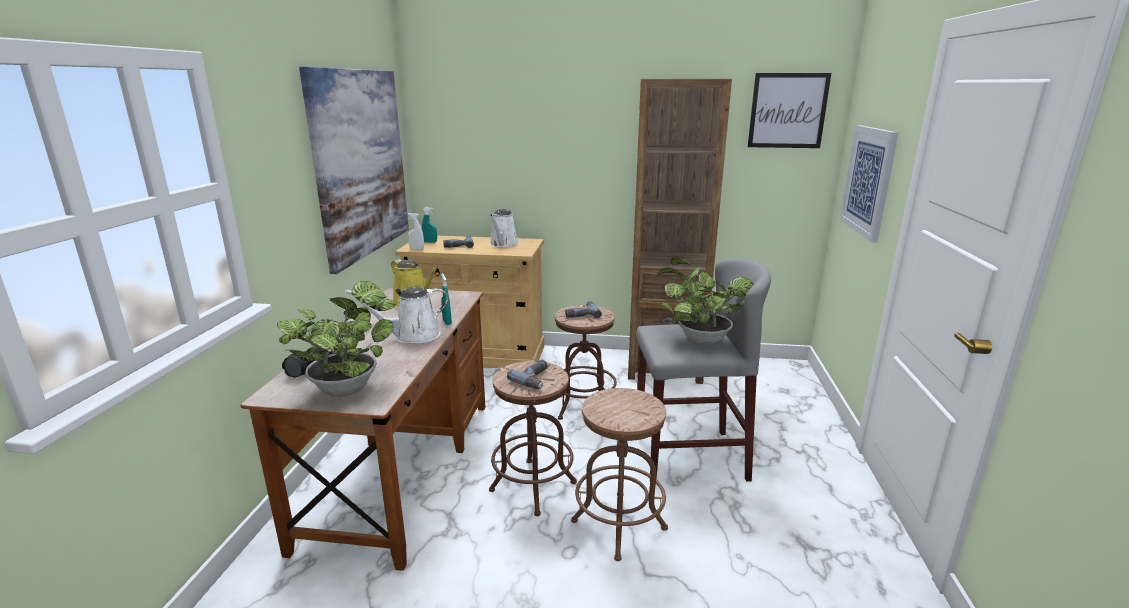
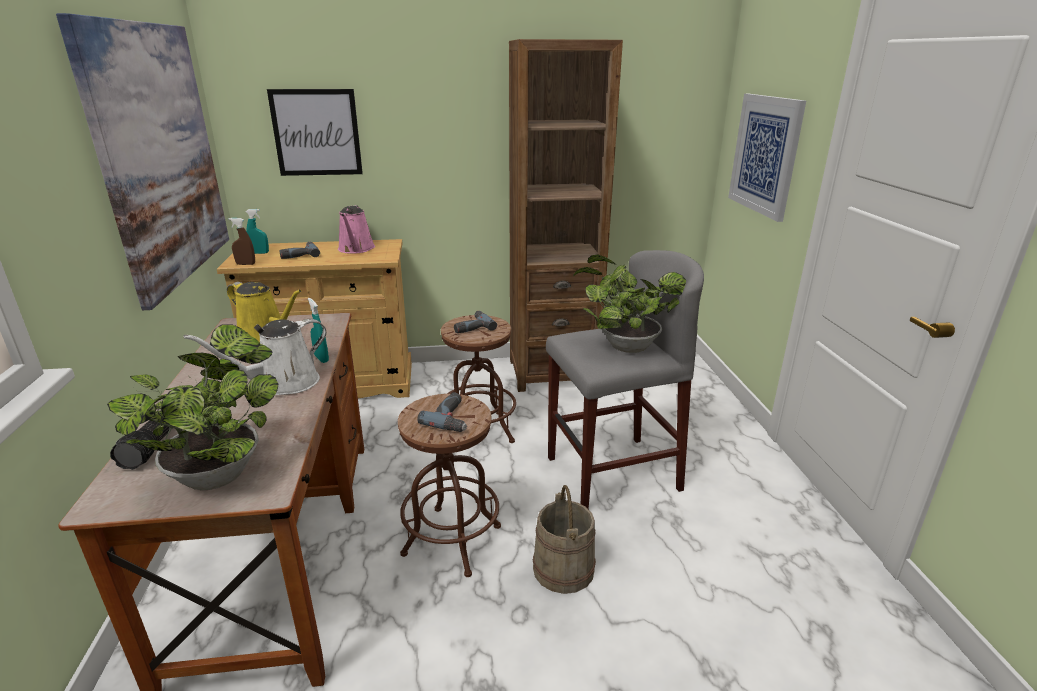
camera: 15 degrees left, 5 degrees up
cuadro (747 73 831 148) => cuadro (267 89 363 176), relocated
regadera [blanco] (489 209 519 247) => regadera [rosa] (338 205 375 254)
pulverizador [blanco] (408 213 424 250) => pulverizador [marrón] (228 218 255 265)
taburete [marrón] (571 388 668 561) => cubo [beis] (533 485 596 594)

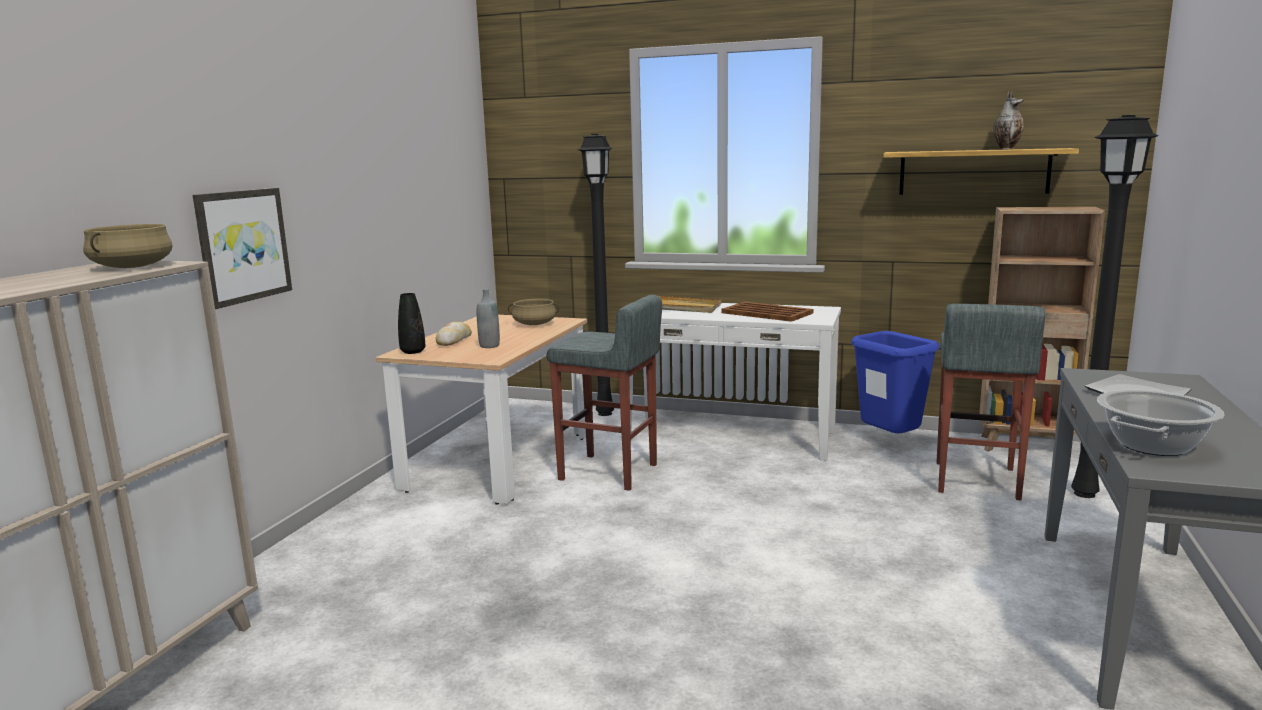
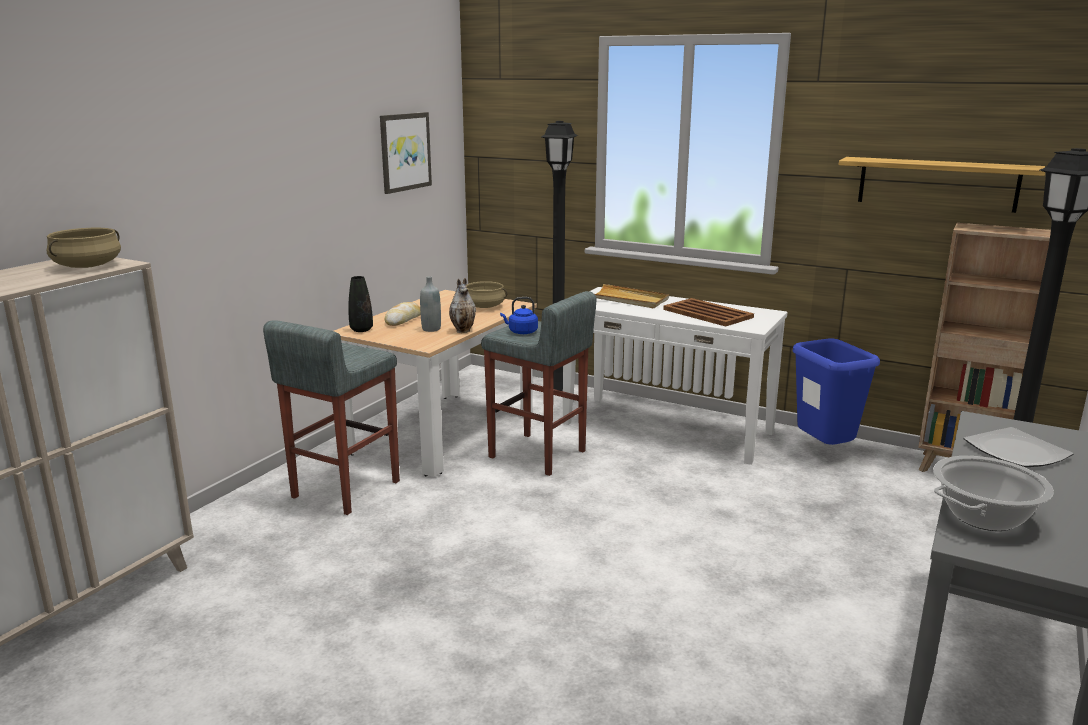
camera: 10 degrees right, 5 degrees up
florero (993 91 1024 150) => florero (449 278 476 333), relocated
cuadro (193 188 292 309) => cuadro (380 112 432 194), relocated
taburete [gris] (937 304 1045 500) => taburete [gris] (263 320 400 515), relocated
nothing => hervidor [azul] (500 297 538 334)

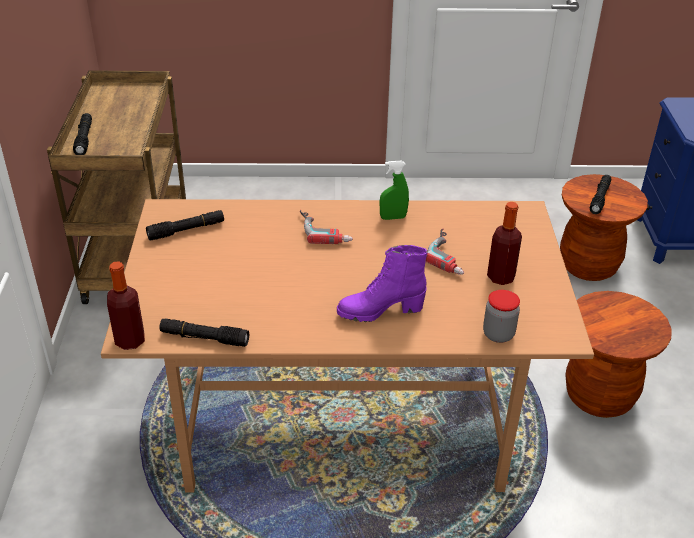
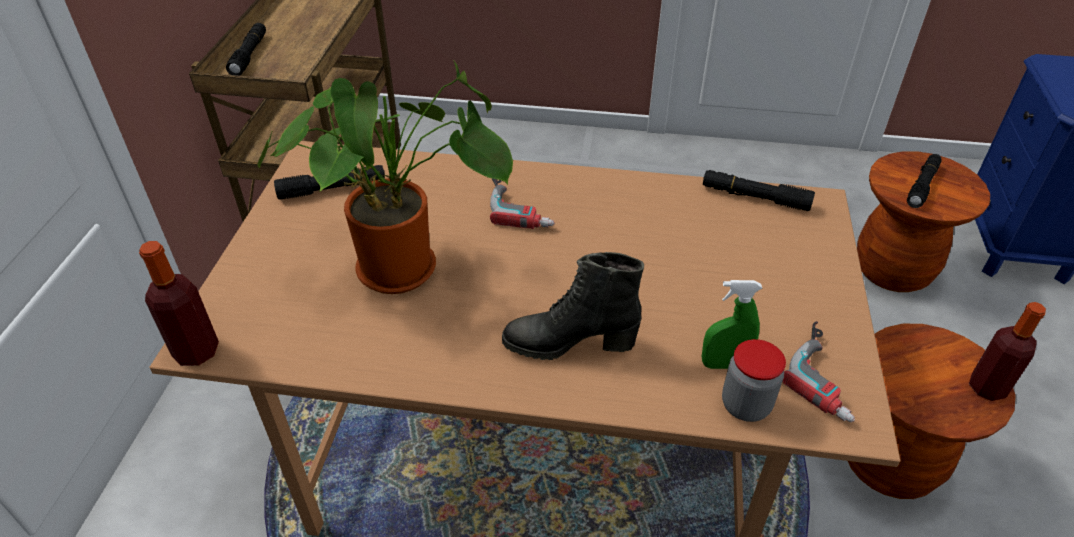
camera: 10 degrees right, 5 degrees up
pulverizador [verde] (380 161 409 220) => pulverizador [verde] (702 280 762 369), relocated
botella (487 202 522 285) => botella (969 302 1046 401), relocated
taladro (425 228 464 275) => taladro (782 321 855 422), relocated
bota [morado] (337 245 428 322) => bota [negro] (502 252 644 360)
linterna [negro] (159 318 249 347) => linterna [negro] (703 170 815 211), relocated
nothing => planta en maceta (257 60 513 294)

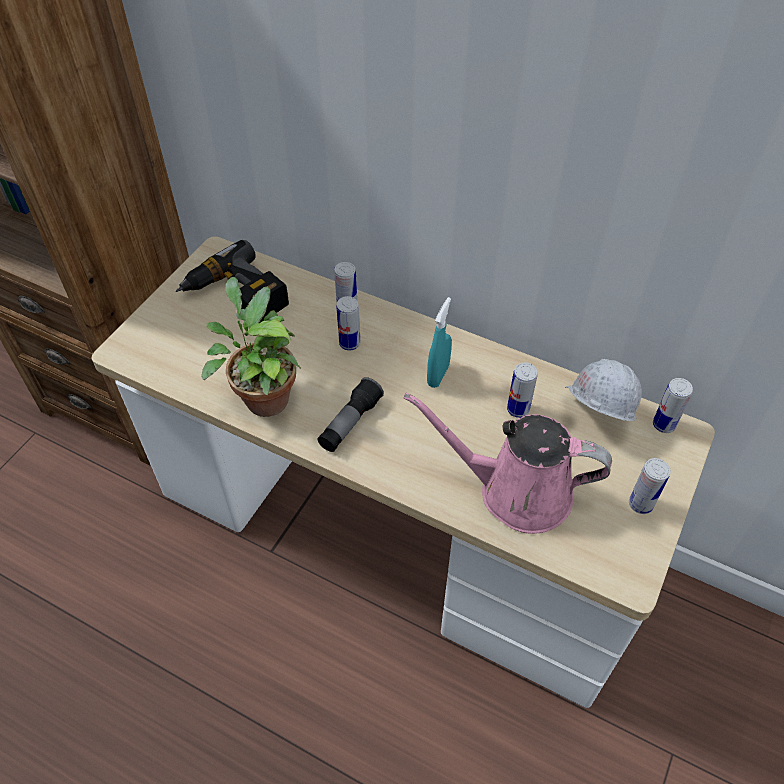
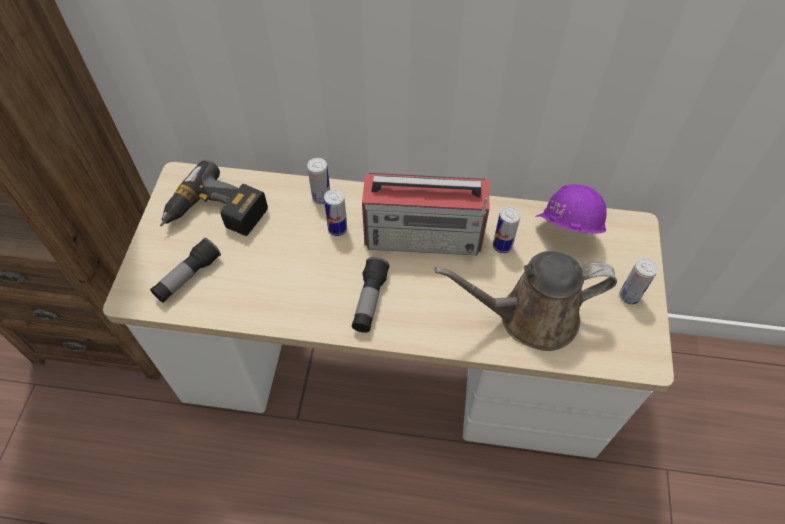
camera: 20 degrees left, 5 degrees up
planta en maceta (201 277 301 417) => nothing
pulverizador [turquesa] (427 297 452 388) => radio (362 173 489 255)
casco [blanco] (565 359 642 421) => casco [morado] (535 184 607 233)
lata (653 378 693 433) => nothing
regadera [rosa] (404 392 612 534) => regadera [marrón] (435 251 617 351)
nothing => linterna (150 238 221 303)

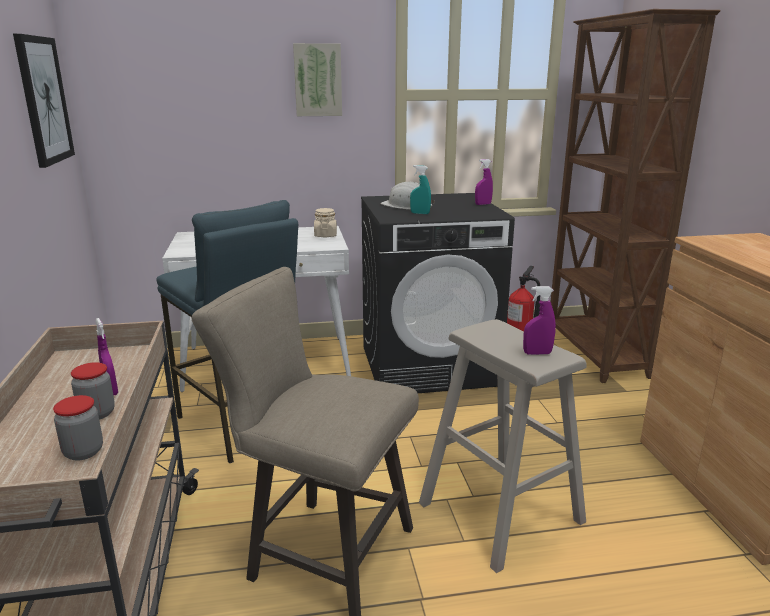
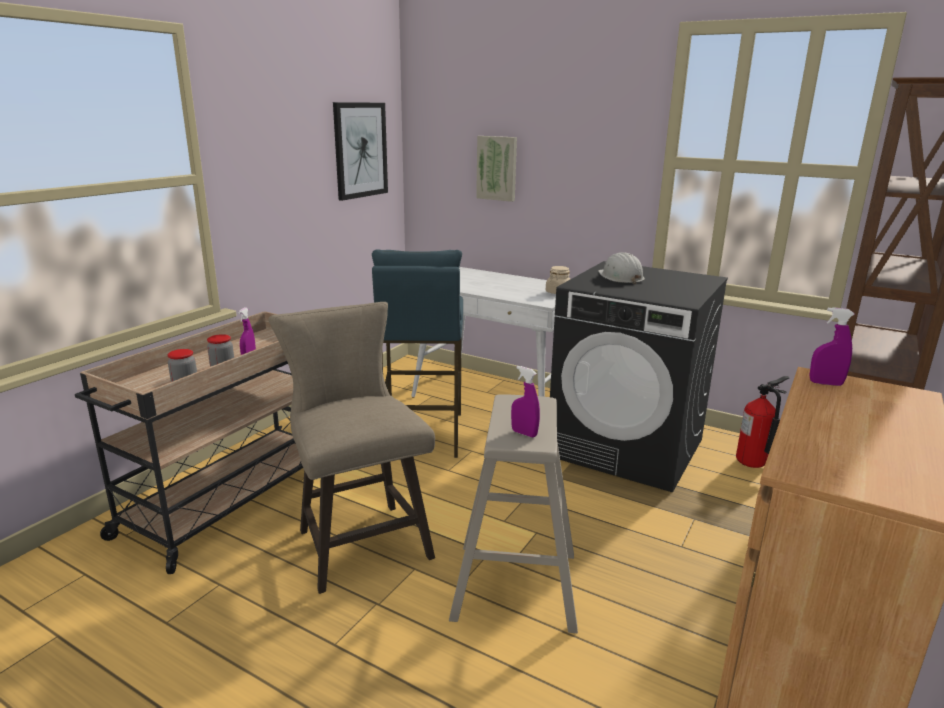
camera: 40 degrees right, 0 degrees up
cuadro (293 43 342 116) => cuadro (476 136 517 202), relocated
pulverizador [morado] (475 159 493 205) => pulverizador [morado] (809 307 855 386), relocated
pulverizador [turquesa] (410 165 431 214) => nothing

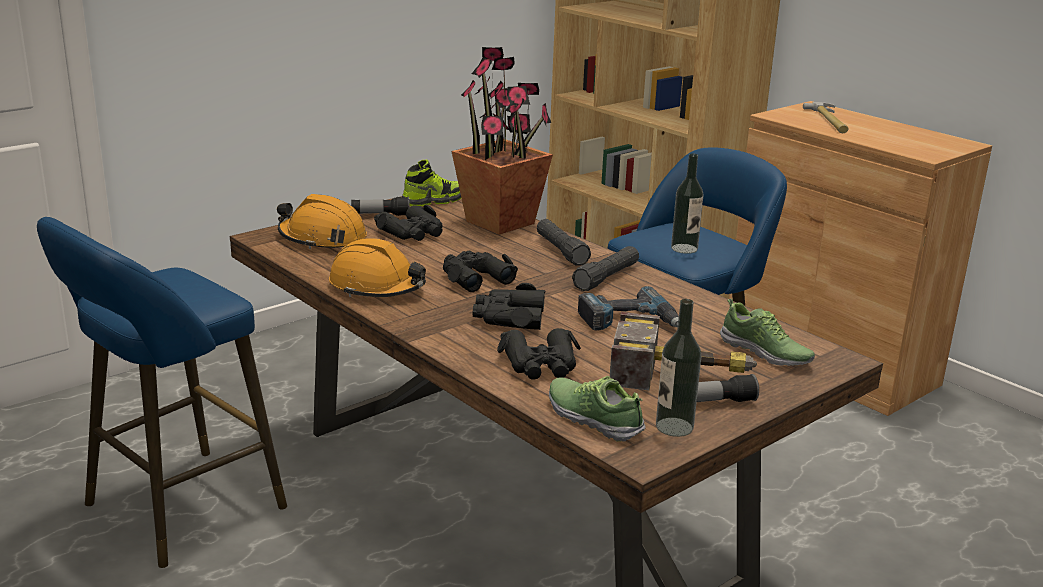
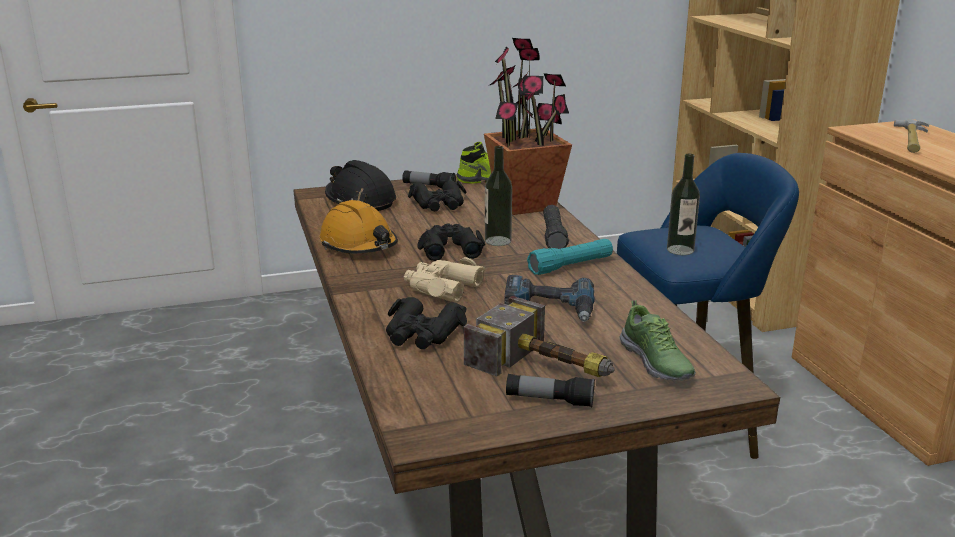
camera: 25 degrees right, 0 degrees up
casco [naranja] (277 194 367 249) => casco [negro] (325 160 396 211)
taburete [azul] (37 217 287 568) => nothing
linterna [negro] (572 246 639 291) => linterna [turquesa] (527 239 613 275)
prismáticos [negro] (473 283 545 330) => prismáticos [beis] (404 257 485 303)
botella (656 299 701 437) => botella (485 146 512 246), relocated
zapato (549 376 646 442) => nothing

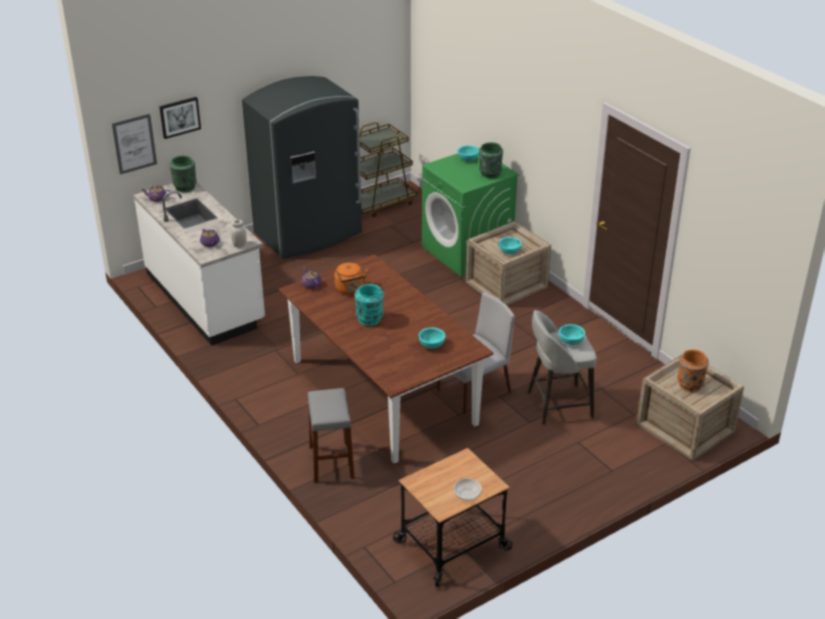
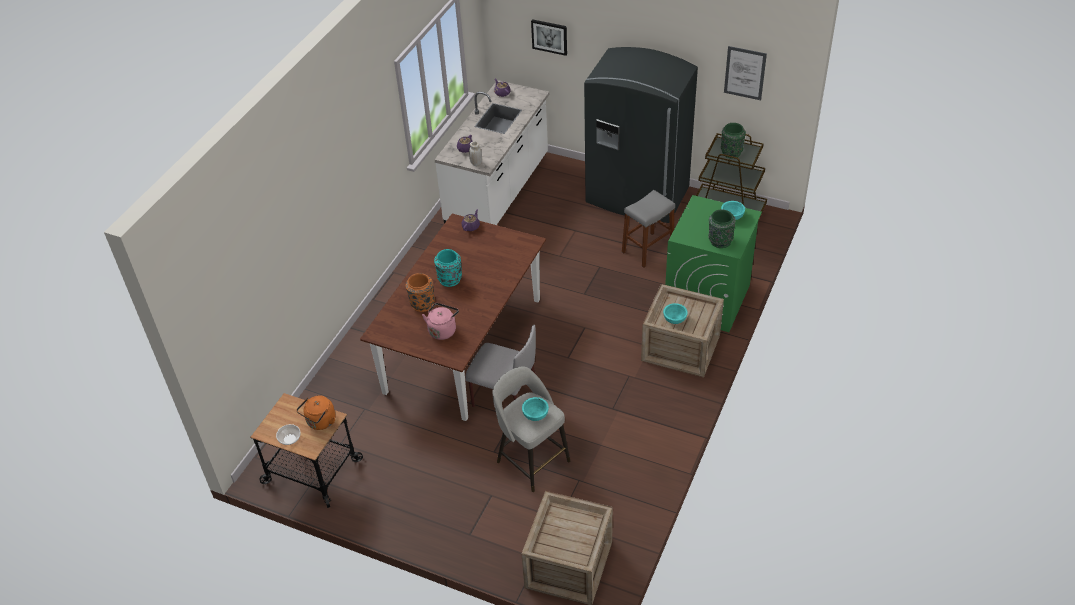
camera: 60 degrees right, 10 degrees up
cuadro (112 114 157 175) => cuadro (724 46 767 100), relocated
florero [verde] (170 156 197 192) => florero [verde] (721 123 746 158), relocated
hervidor [naranja] (335 263 368 294) => hervidor [naranja] (297 395 335 430), relocated
cuenco [turquesa] (418 328 446 349) => hervidor [rosa] (422 303 459 340)
florero [naranja] (677 350 709 392) => florero [naranja] (406 273 435 312), relocated
taburete [gris] (307 388 355 483) => taburete [gris] (622 190 675 268), relocated

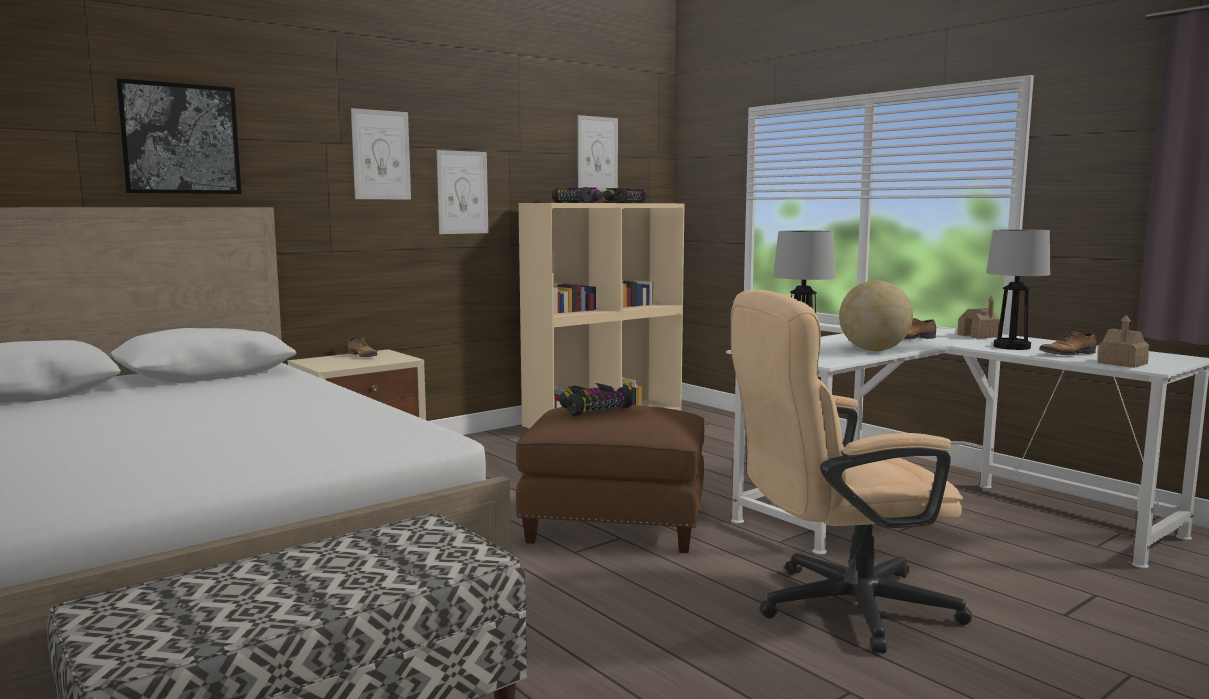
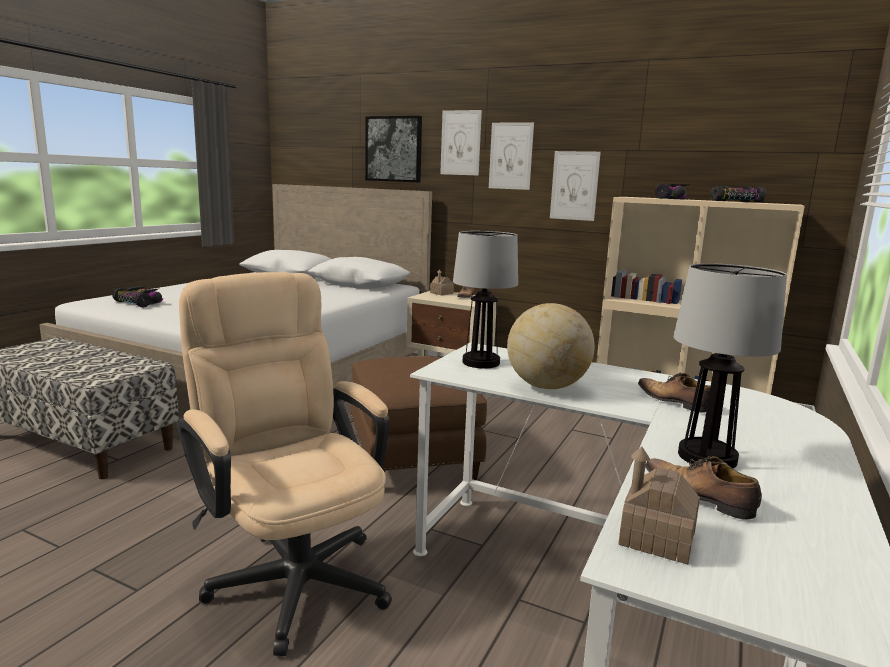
camera: 65 degrees right, 5 degrees up
cuadro (578 115 618 191) => cuadro (440 110 482 176), relocated
casita (957 296 1000 339) => casita (430 269 454 296), relocated
coche de juguete (559 383 633 416) => coche de juguete (112 286 163 307), relocated

